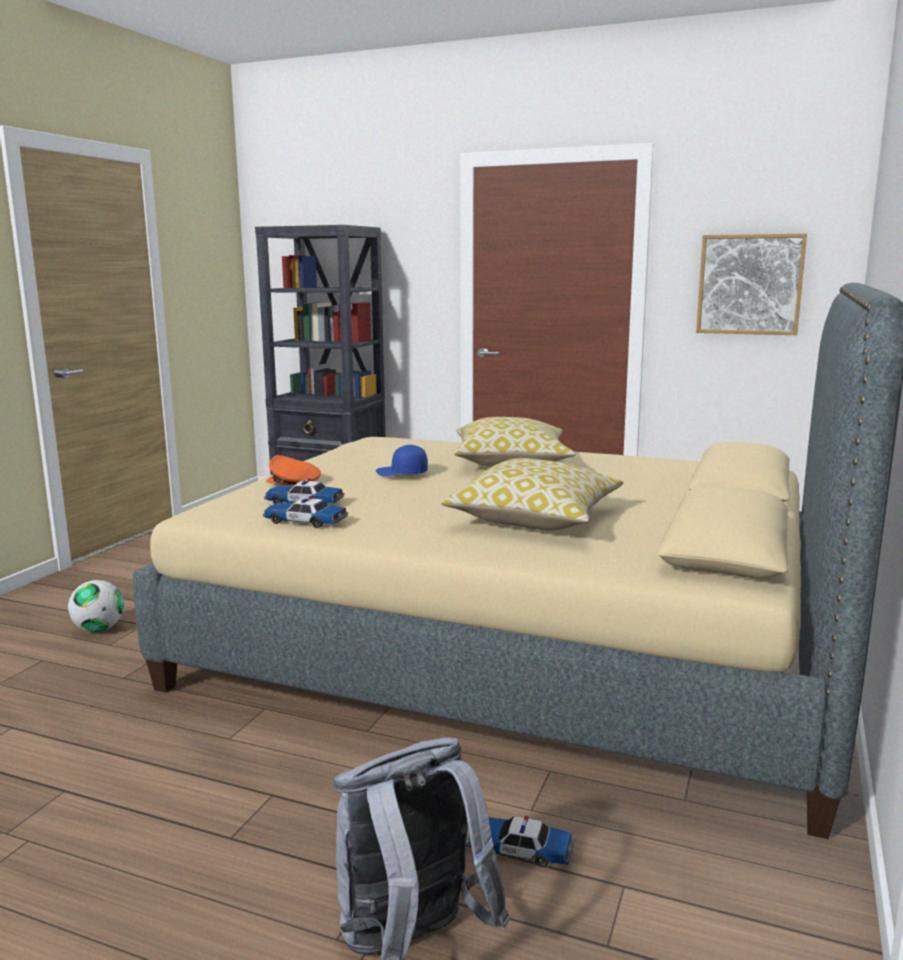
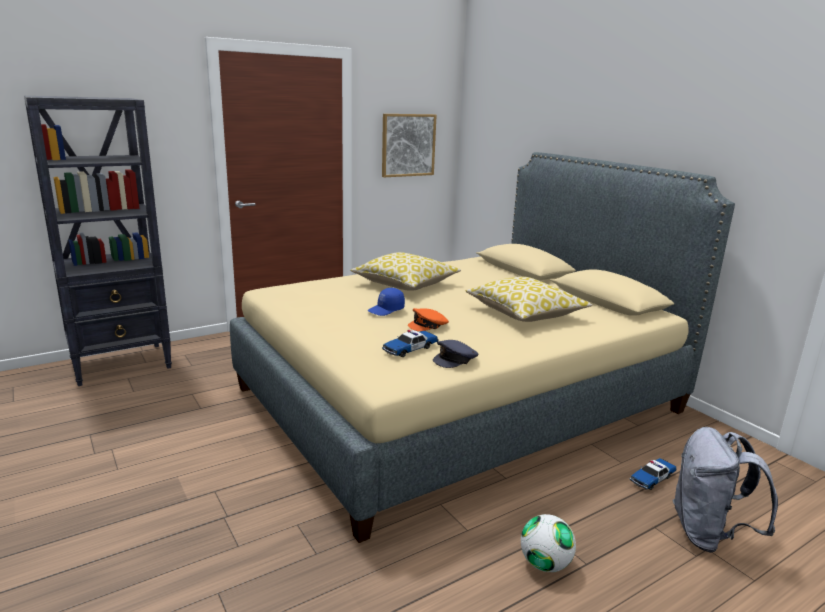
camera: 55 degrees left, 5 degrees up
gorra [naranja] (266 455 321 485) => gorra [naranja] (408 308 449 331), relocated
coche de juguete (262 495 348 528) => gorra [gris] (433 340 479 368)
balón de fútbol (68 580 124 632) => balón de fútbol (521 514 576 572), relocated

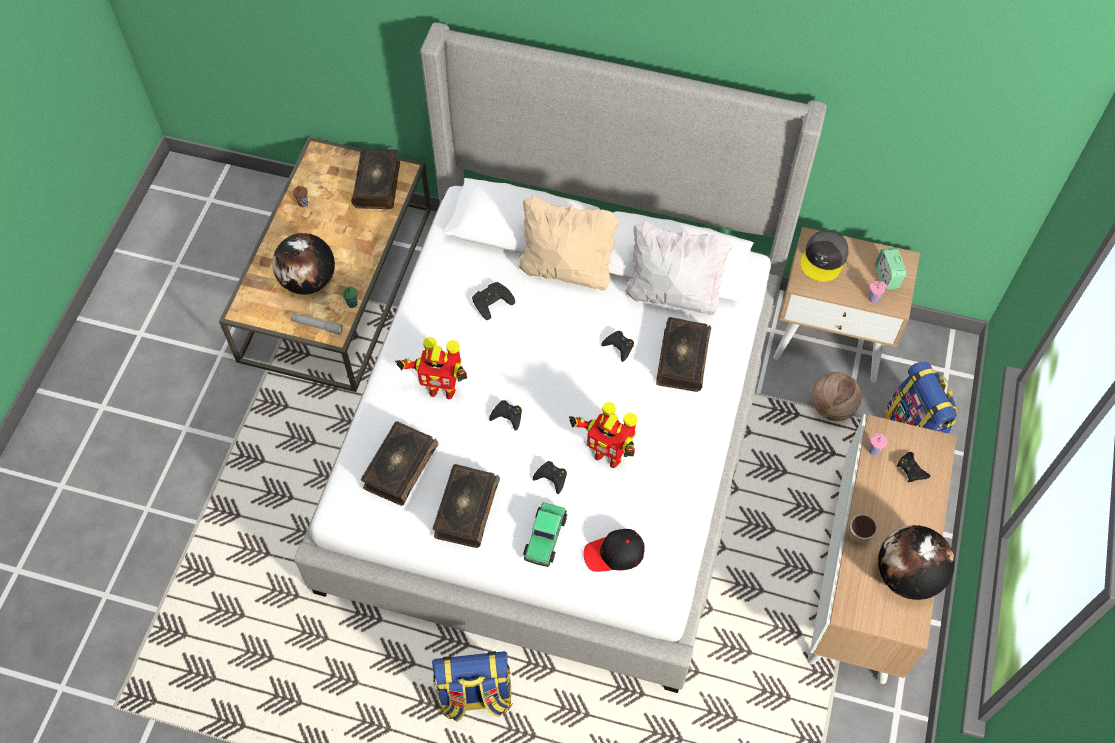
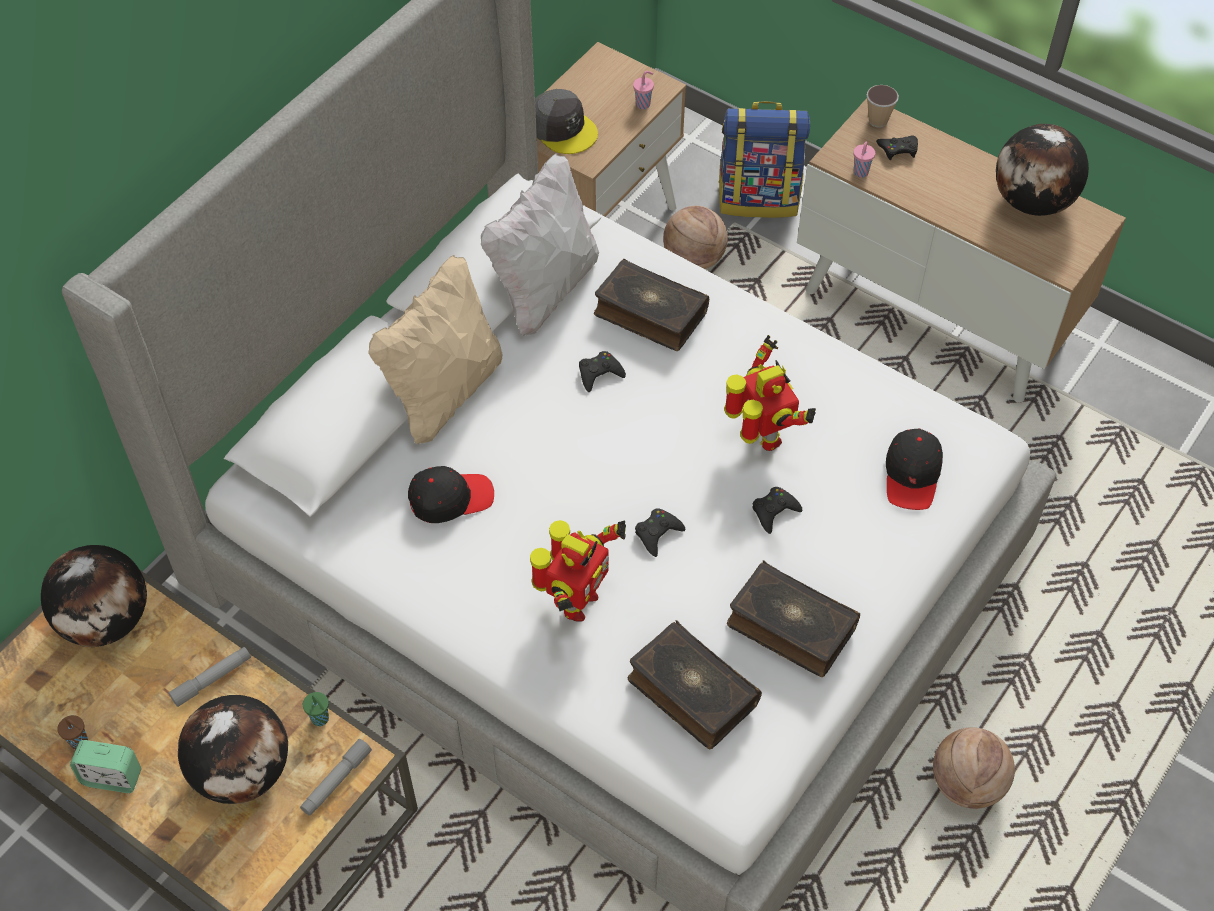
camera: 70 degrees left, 5 degrees down
libro (351 148 400 209) => globo terráqueo (41 545 147 647)
despertador (875 248 906 290) => despertador (70 740 141 793), relocated
mando de consola [negro] (472 282 515 320) => gorra [negro] (408 466 494 523)
robot de juguete (569 402 637 468) => robot de juguete (724 335 816 451), 75 degrees counterclockwise
coche de juguete (523 502 567 567) => nothing
taza (850 515 877 545) => taza (867 85 899 128), relocated
mochila (432 651 513 722) => balón de baloncesto (933 727 1015 809)
nothing => linterna [gris] (169 647 251 707)

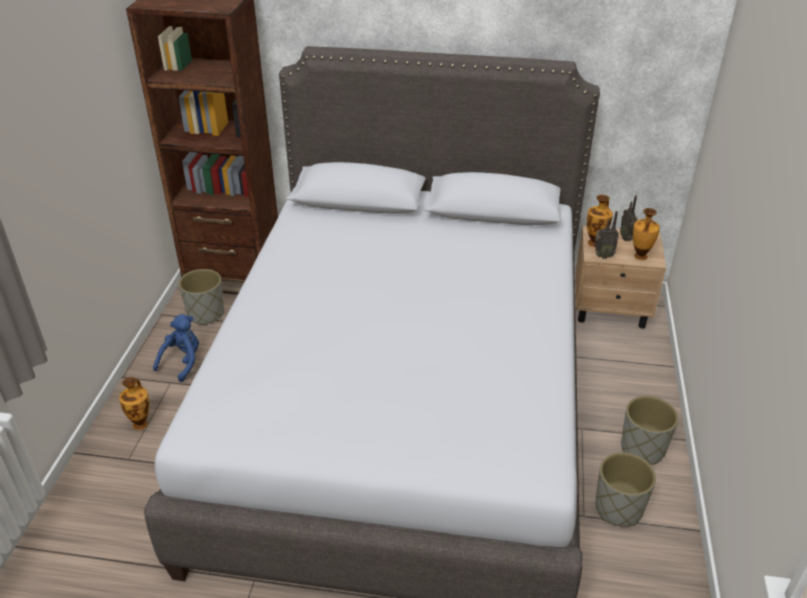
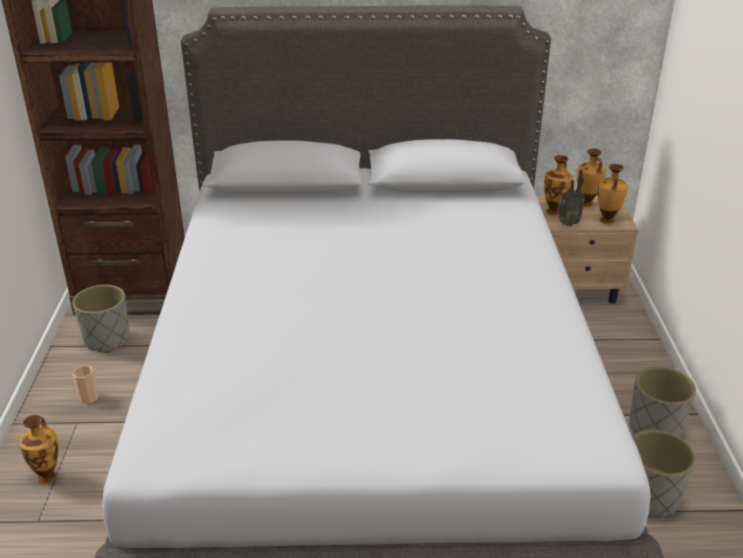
camera: 10 degrees left, 5 degrees down
radio (620 196 638 241) => florero (577 149 606 207)
peluche [azul] (153 314 199 382) => taza (72 366 99 403)

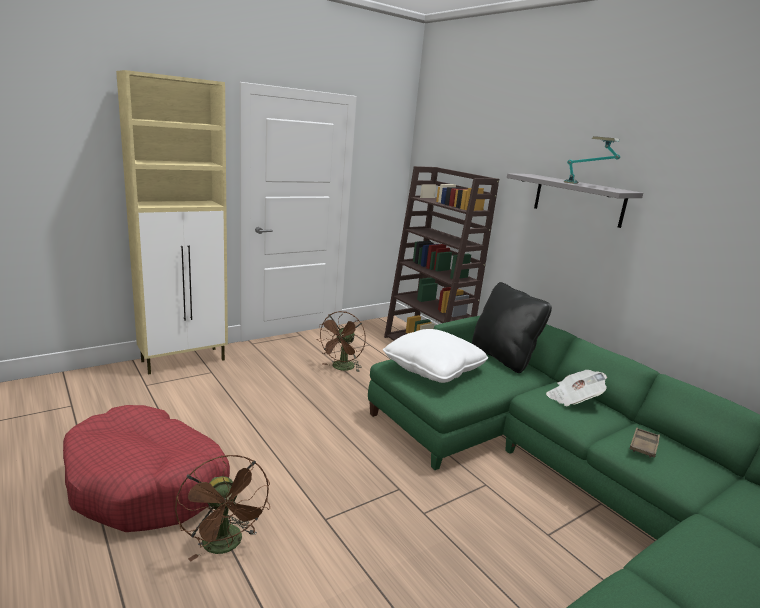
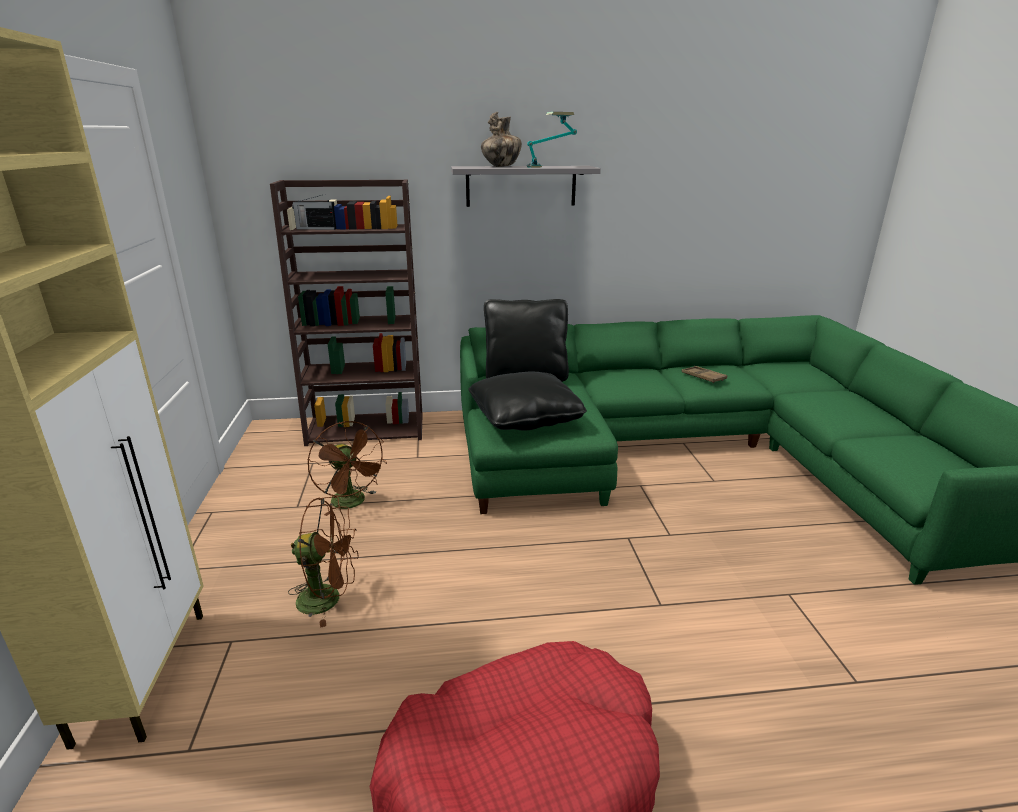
camera: 60 degrees left, 5 degrees up
cojín [blanco] (383 329 488 383) => cojín [negro] (468 371 587 430)
periódico (546 370 607 406) => nothing
ventilador [marrón] (175 455 270 562) => ventilador [marrón] (288 496 359 628), relocated
nothing => florero (481 112 522 167)
nothing => radio (292 195 336 230)

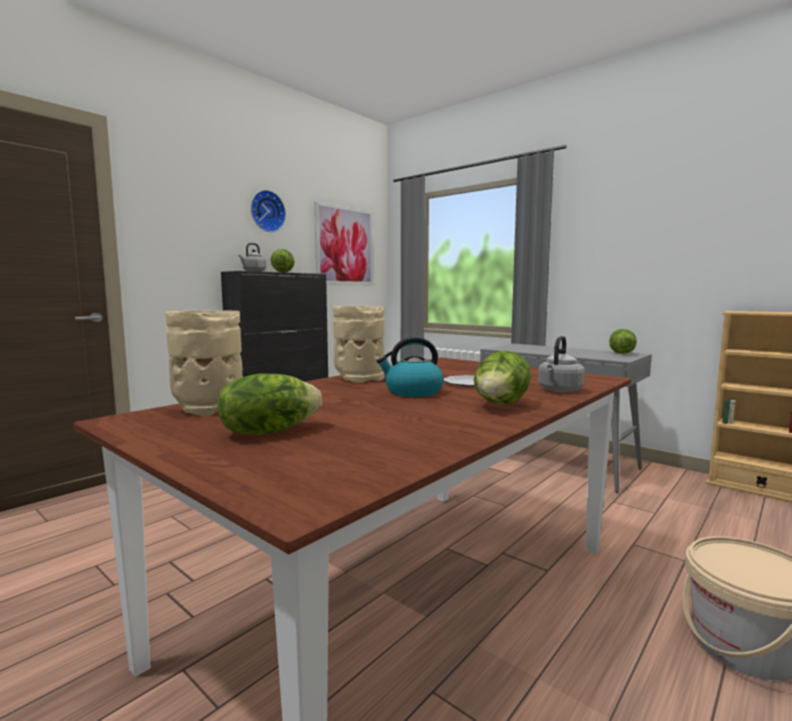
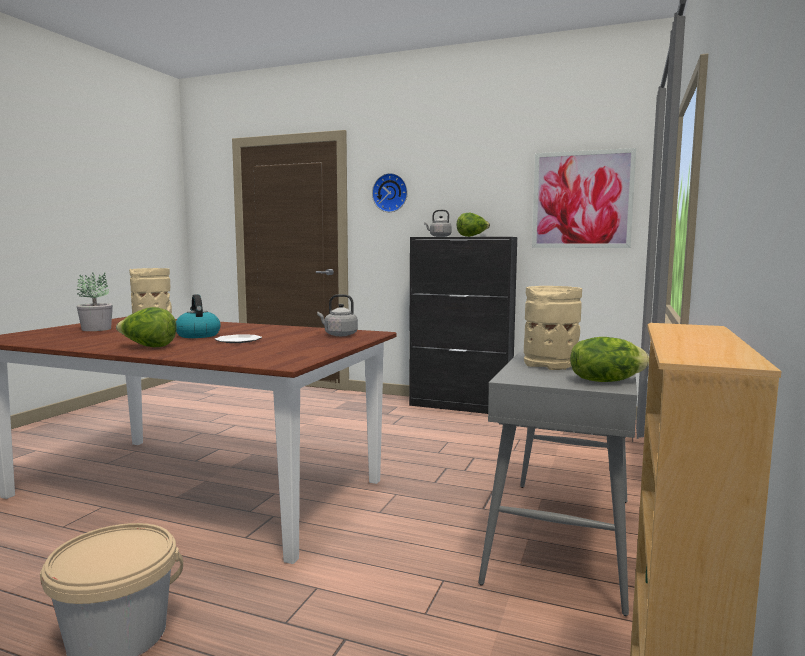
camera: 70 degrees right, 0 degrees up
reloj de pared (251 190 286 232) => reloj de pared (372 173 408 212), relocated
florero [beis] (333 306 384 383) => florero [beis] (524 286 582 370), relocated
hervidor [gris] (538 336 585 392) => hervidor [gris] (317 294 358 336), relocated
lechuga (218 373 322 435) => planta en maceta (76 272 113 331)

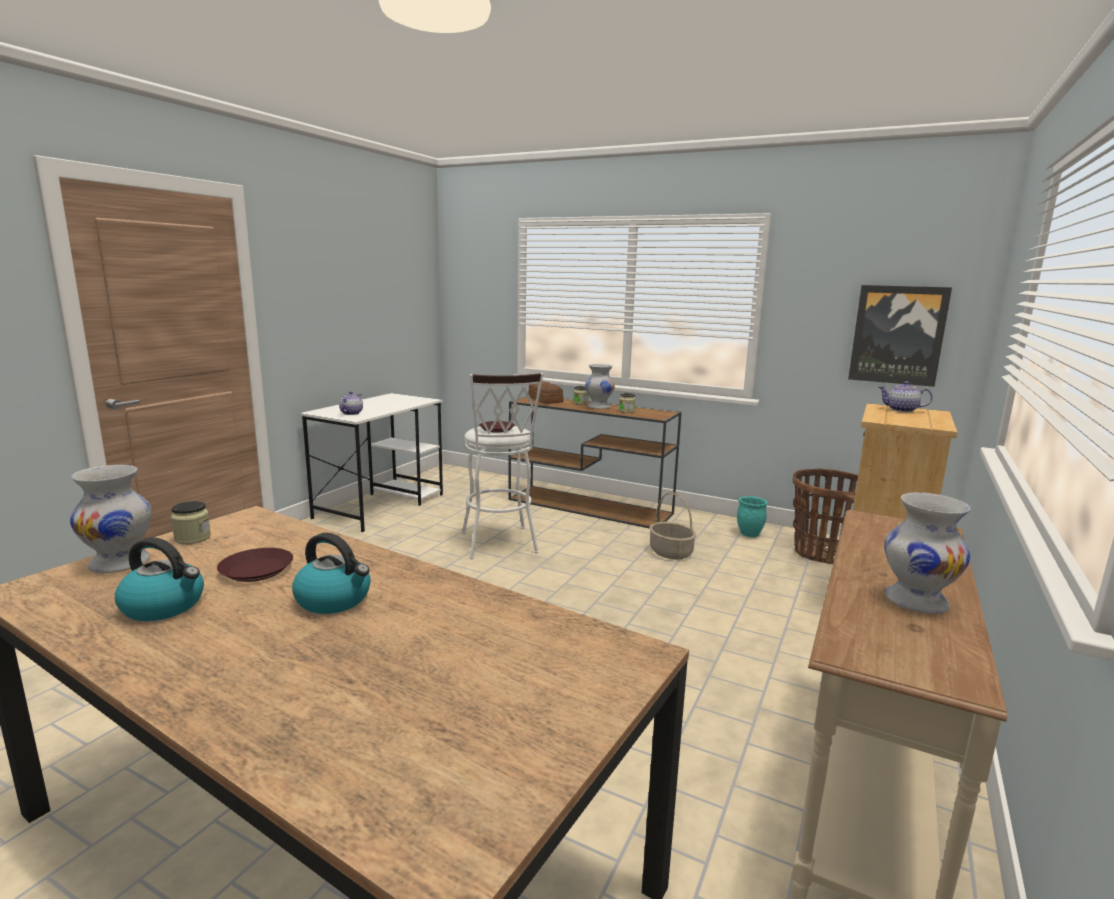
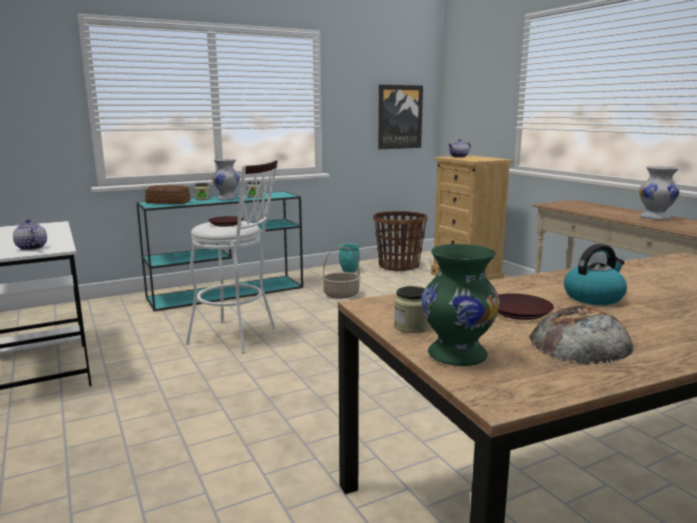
camera: 55 degrees left, 0 degrees up
mesa consola [marrón] (508 396 682 528) => mesa consola [turquesa] (136 191 303 312)
florero [blanco] (70 465 152 573) => florero [verde] (421 244 500 366)
hervidor (115 537 204 621) => pan (529 306 634 364)

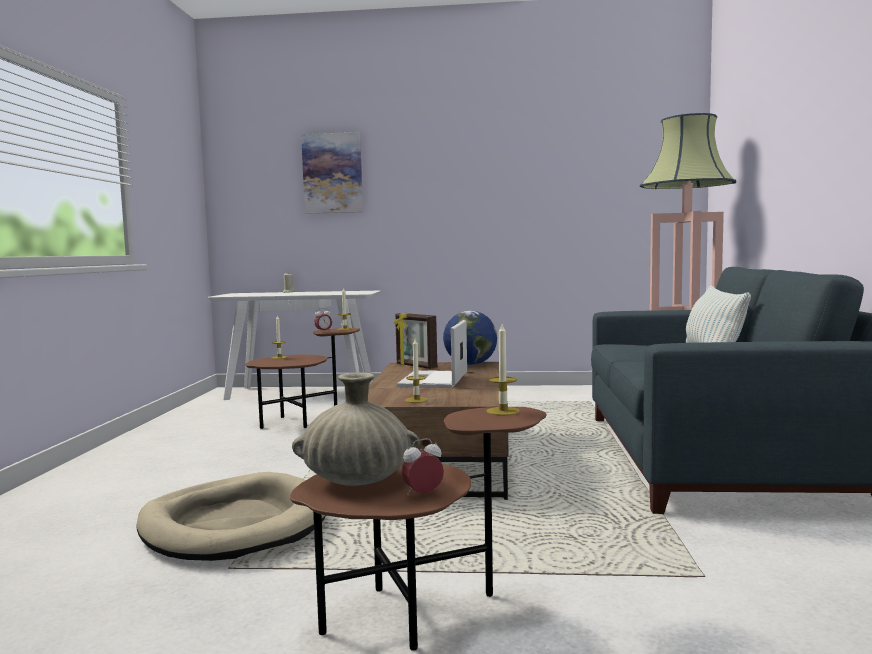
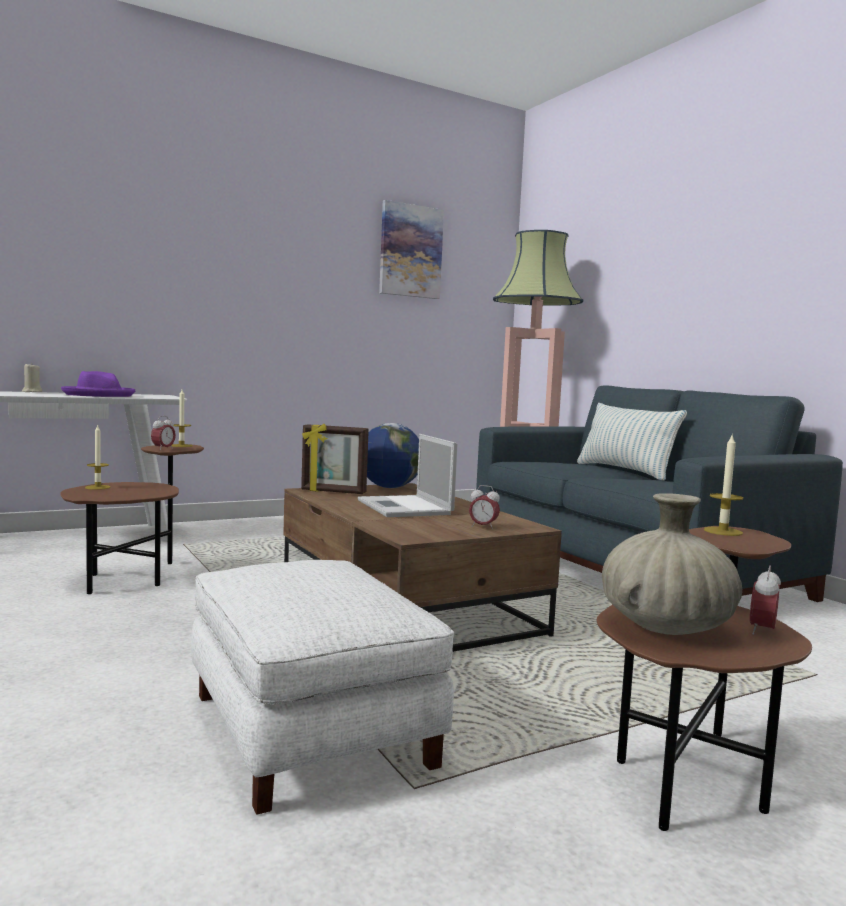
camera: 35 degrees left, 0 degrees up
cuadro (301 132 363 214) => cuadro (379 200 444 299), relocated
vela (405 339 428 403) => nothing
cama para perro [beis] (136 472 326 561) => puf [blanco] (191 560 454 815)
nothing => sombrero [morado] (61 371 135 397)
nothing => despertador (469 485 500 529)

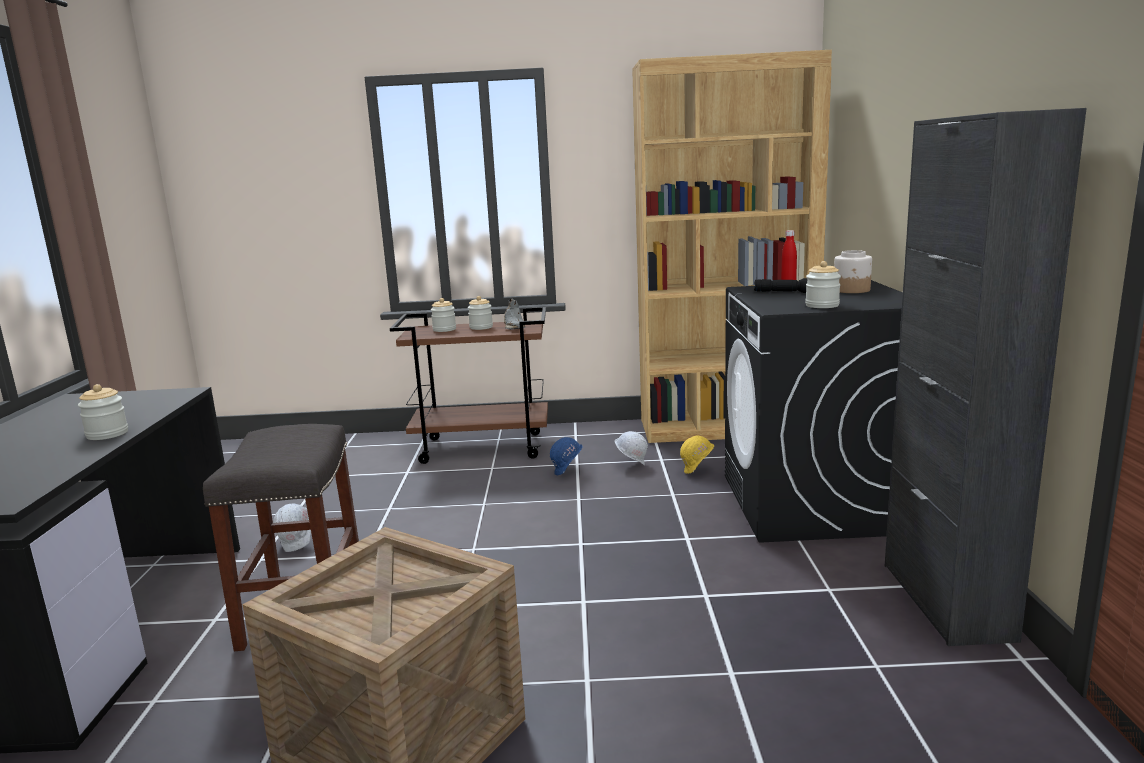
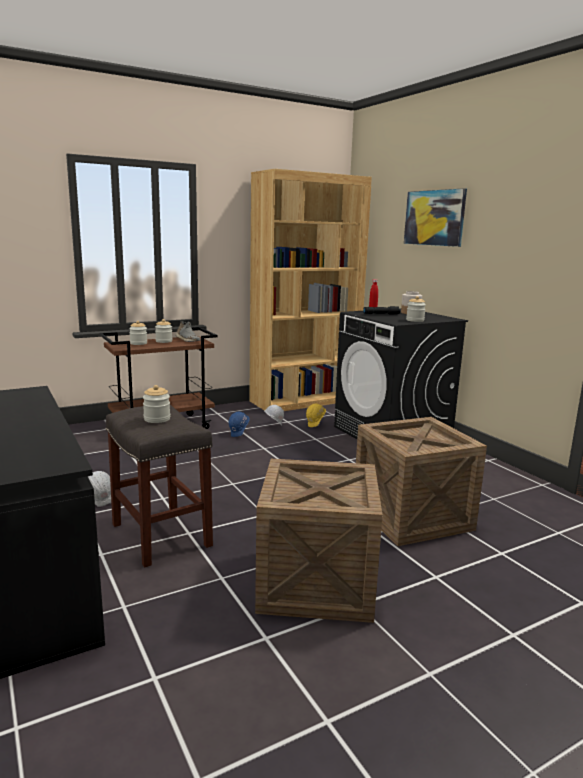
camera: 30 degrees left, 0 degrees up
armario [negro] (885 108 1087 646) => nothing
tarro (78 384 128 440) => tarro (143 385 170 423), relocated
nothing => cuadro (404 188 467 247)
nothing => caja de embalaje (356 417 487 546)

